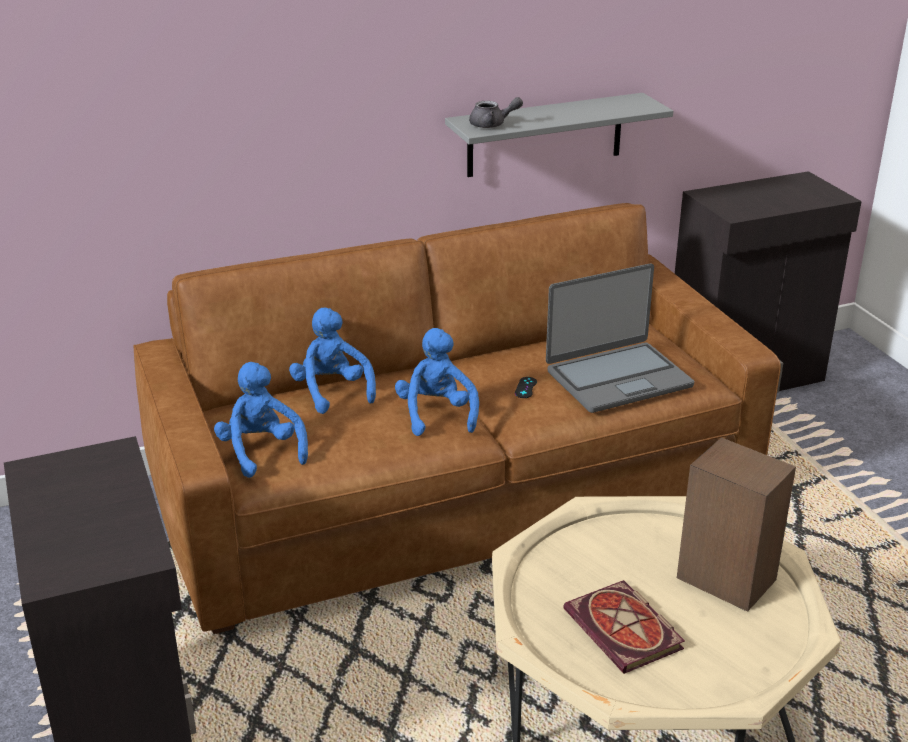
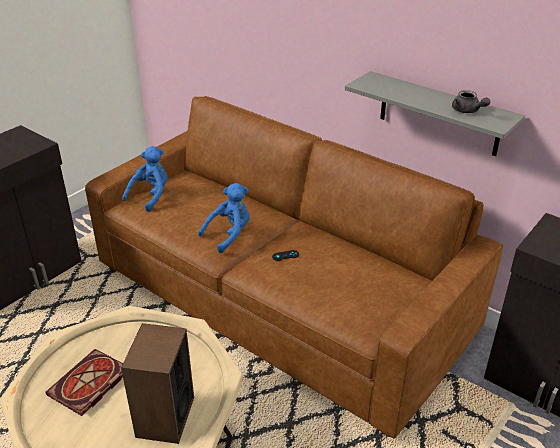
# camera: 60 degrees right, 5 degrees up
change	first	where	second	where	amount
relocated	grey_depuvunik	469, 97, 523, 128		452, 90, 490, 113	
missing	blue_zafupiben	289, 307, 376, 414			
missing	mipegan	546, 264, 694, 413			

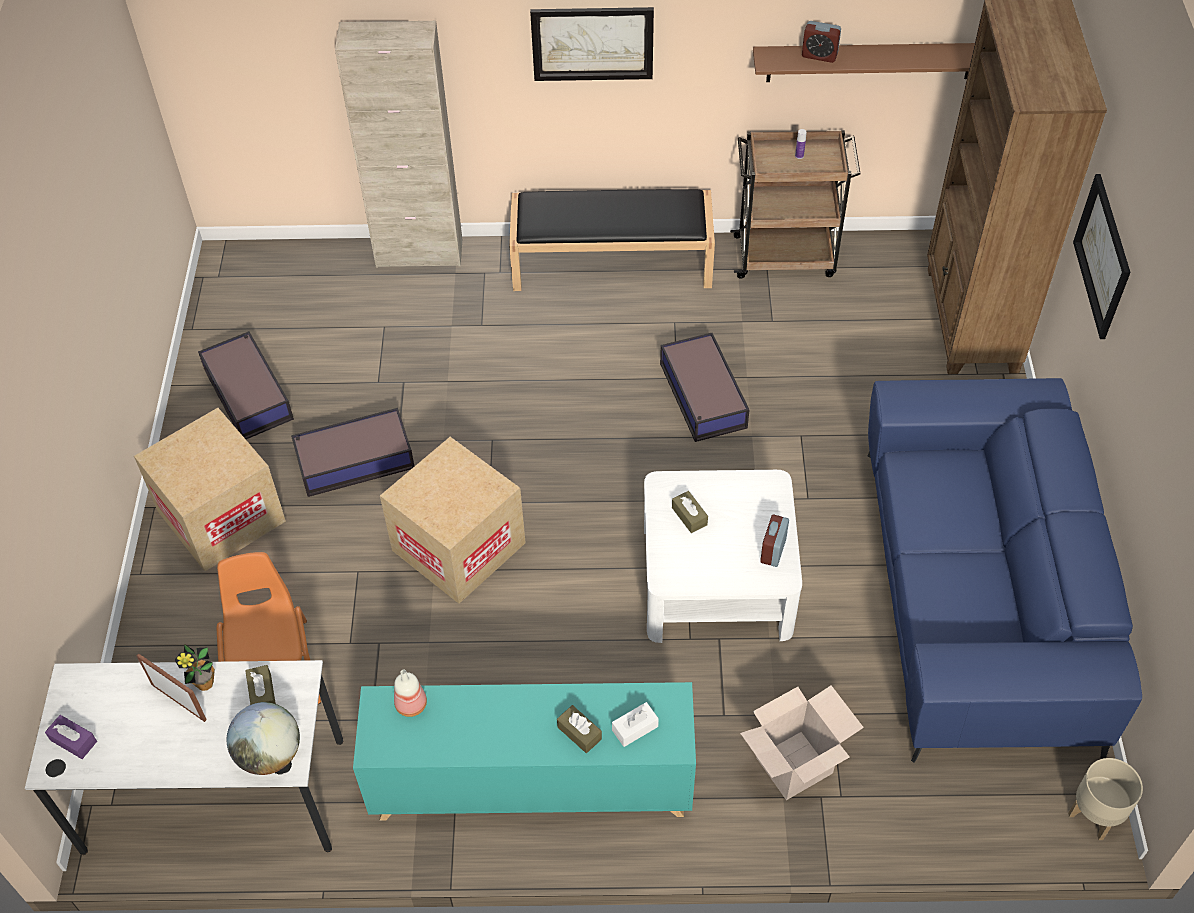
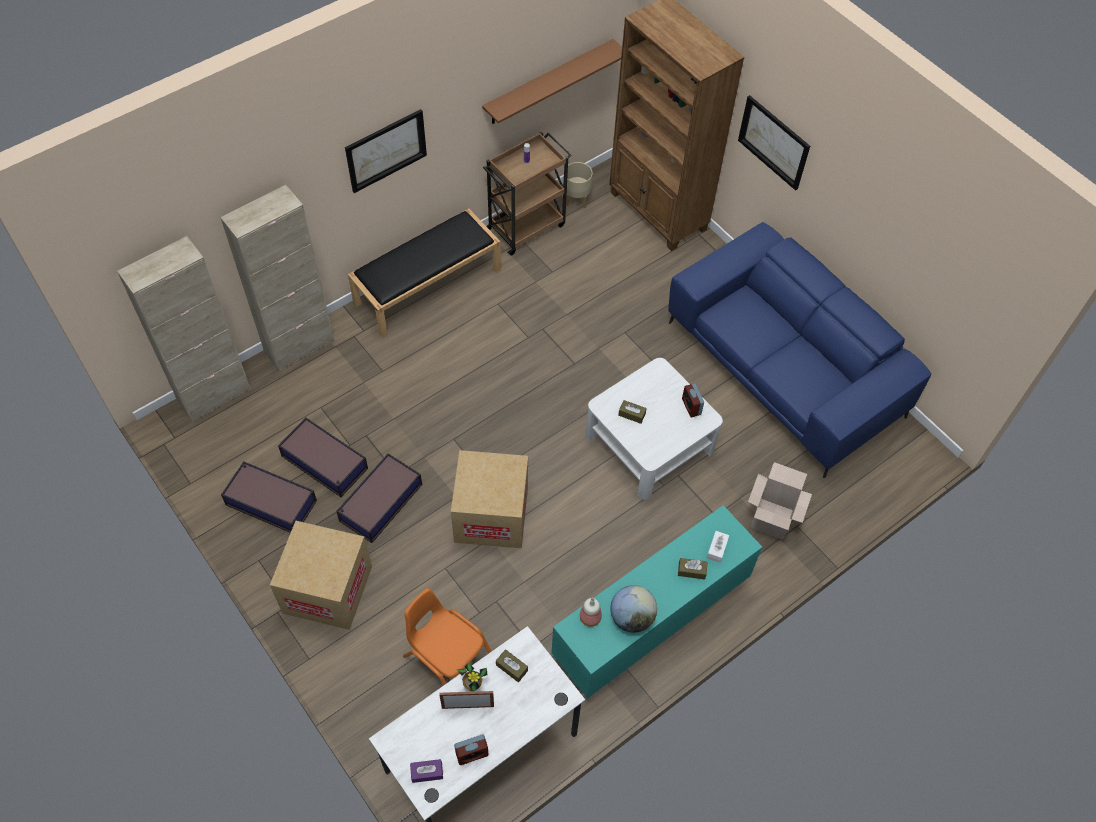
# camera: 40 degrees left, 5 degrees up
change	first	where	second	where	amount
appeared			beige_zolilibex	117, 236, 251, 422	
relocated	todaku	660, 333, 749, 442		278, 418, 368, 497	
relocated	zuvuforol	802, 21, 841, 63		454, 734, 489, 765	
relocated	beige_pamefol	1068, 758, 1143, 840		563, 162, 593, 208	
relocated	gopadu	227, 702, 300, 775		610, 585, 657, 633	

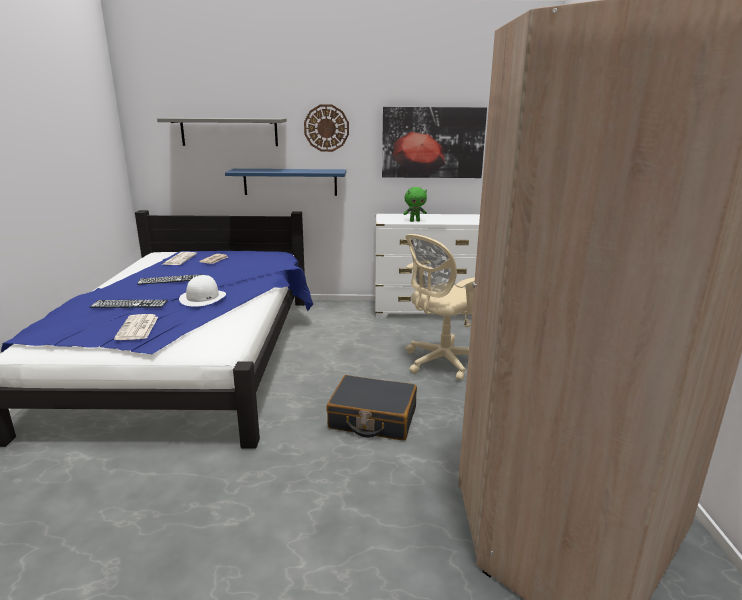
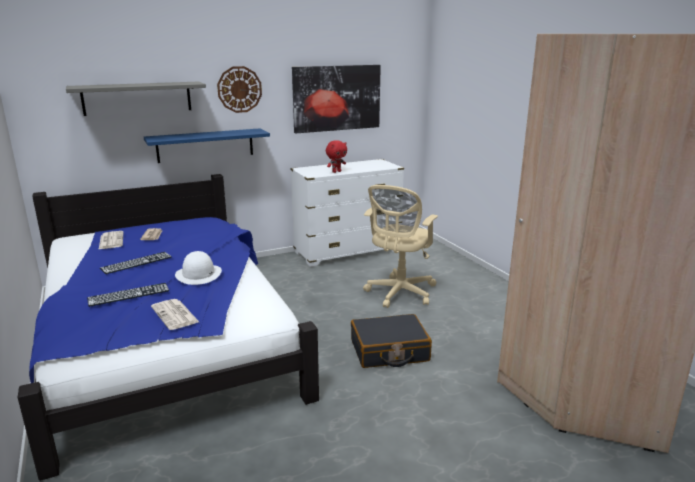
# camera: 25 degrees left, 0 degrees up
change	first	where	second	where	amount
colour	green_zafupiben	403, 187, 427, 222	red_zafupiben	326, 140, 347, 173	

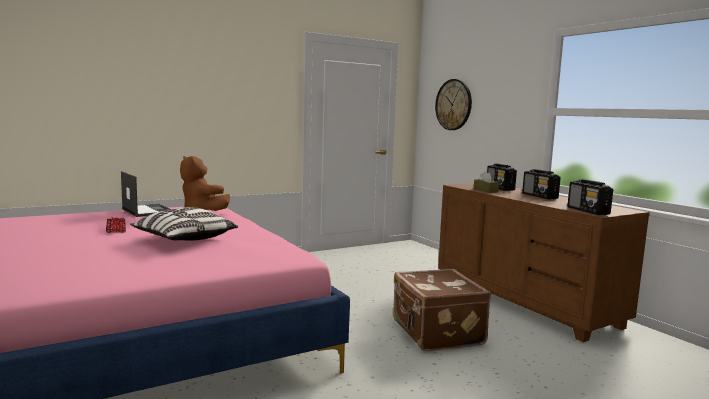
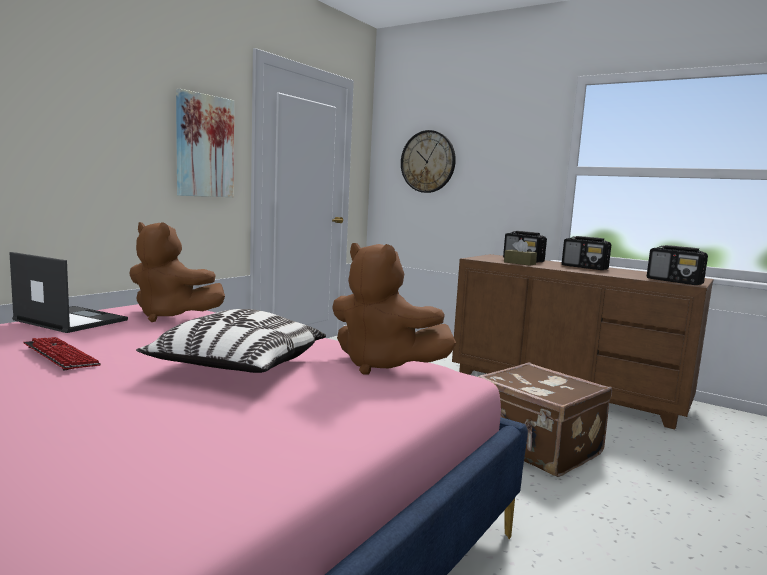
# camera: 25 degrees left, 0 degrees up
change	first	where	second	where	amount
appeared			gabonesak	176, 89, 234, 197	
appeared			brown_zafupiben	332, 243, 456, 375	

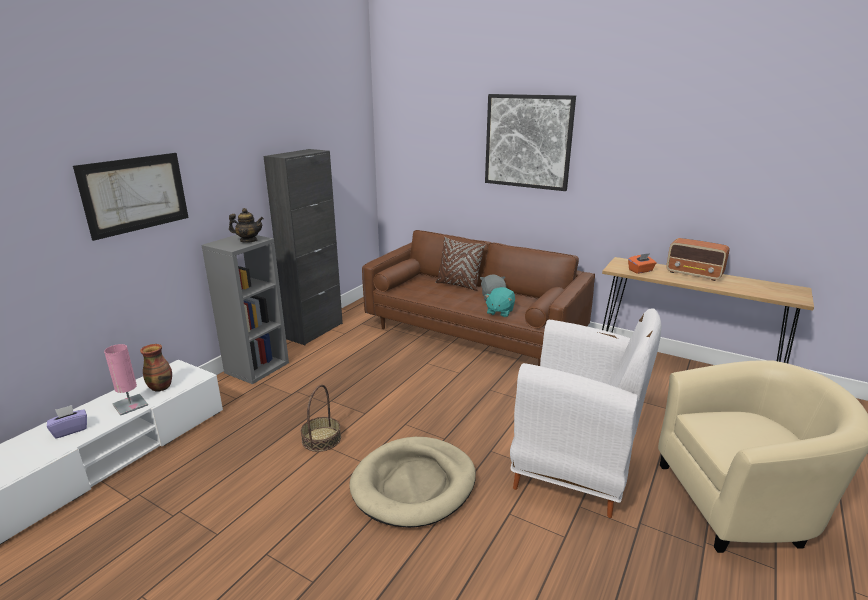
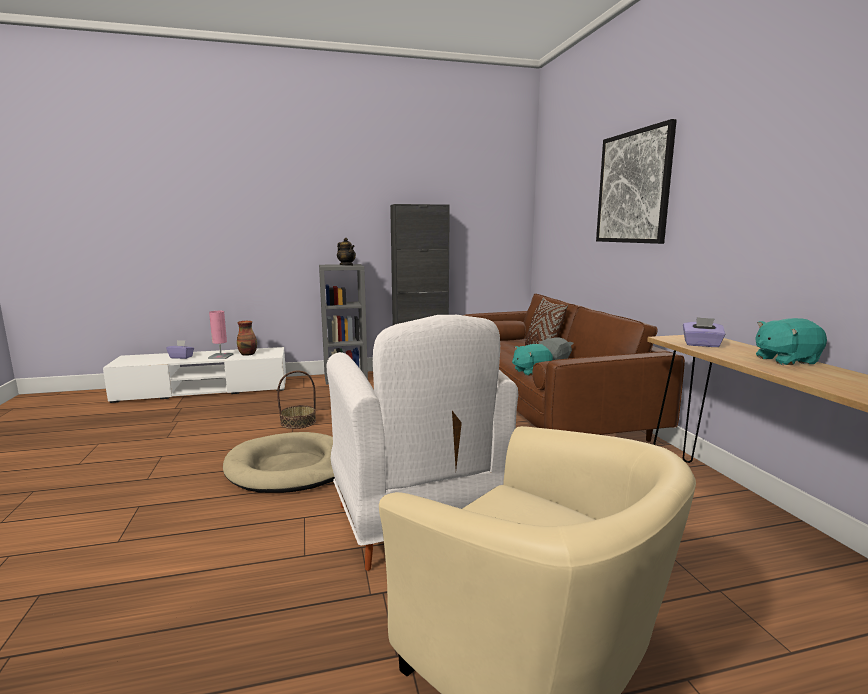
# camera: 45 degrees right, 10 degrees down
change	first	where	second	where	amount
colour	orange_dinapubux	628, 253, 657, 274	purple_dinapubux	683, 317, 725, 347	
exchanged	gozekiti	666, 238, 729, 281	turquoise_zafupiben	756, 318, 827, 365	
missing	gabonesak	73, 153, 188, 241			

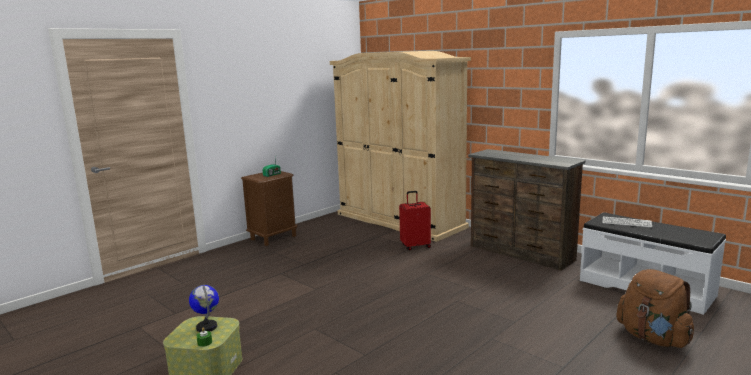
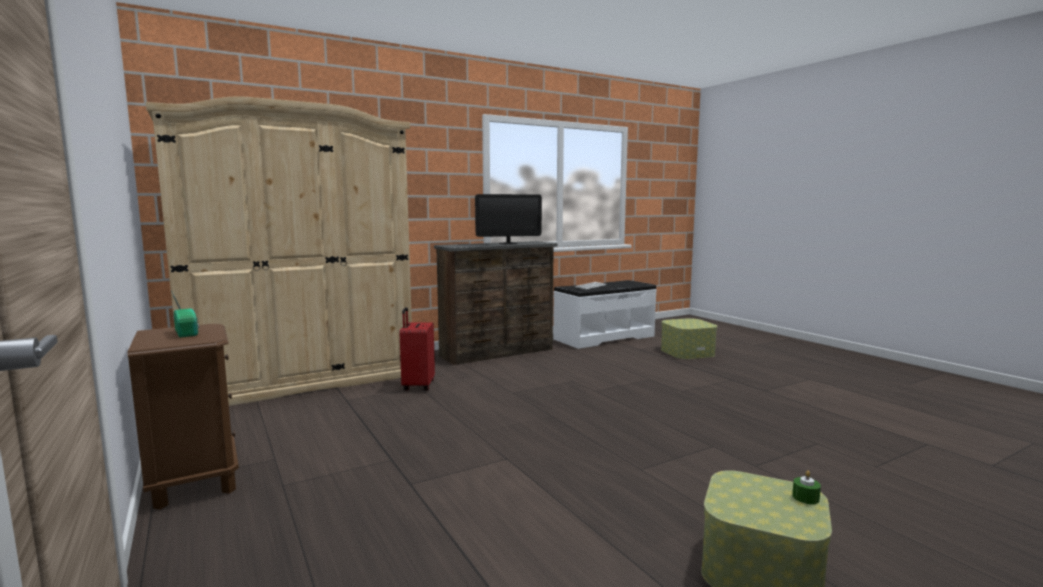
# camera: 75 degrees left, 5 degrees down
change	first	where	second	where	amount
appeared			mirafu	475, 194, 542, 244	
exchanged	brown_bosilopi	616, 269, 694, 348	todaku	661, 318, 717, 359	
missing	gopadu	189, 285, 219, 332			

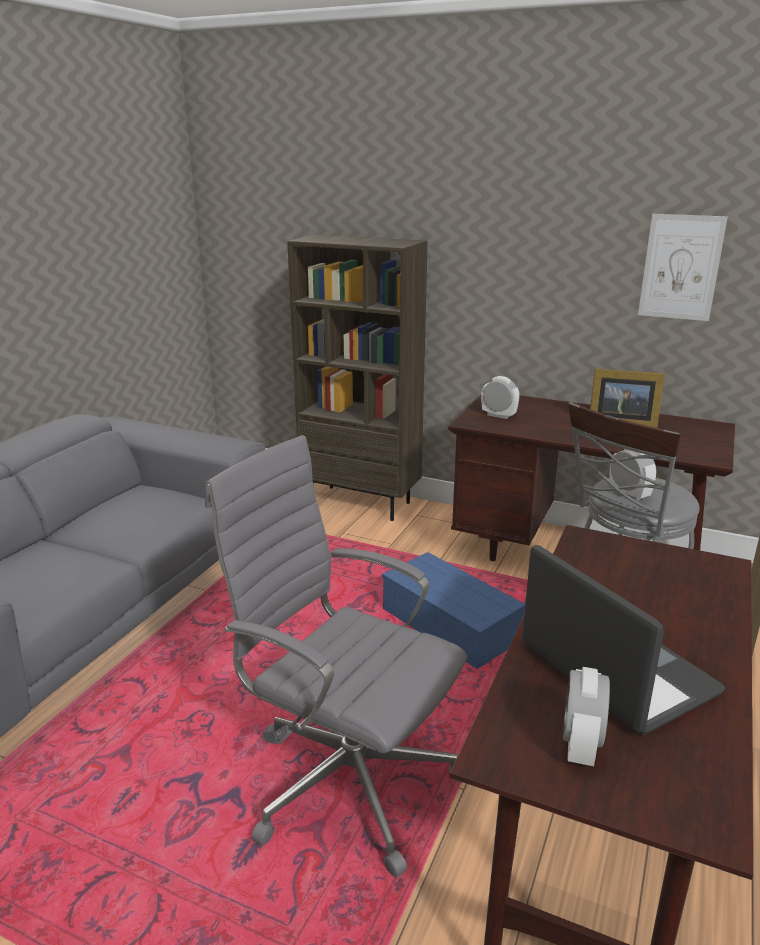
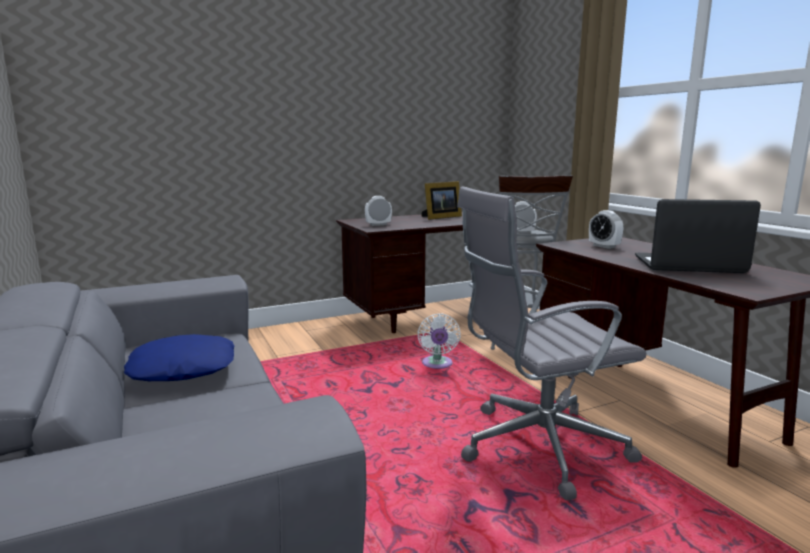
# camera: 50 degrees left, 10 degrees down
change	first	where	second	where	amount
appeared			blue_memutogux	124, 334, 234, 381	
exchanged	blue_todaku	382, 552, 525, 669	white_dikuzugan	417, 313, 461, 369	
relocated	zuvuforol	563, 667, 610, 766		589, 210, 623, 249	
missing	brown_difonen	287, 234, 428, 521			
missing	gabonesak	638, 214, 728, 321			

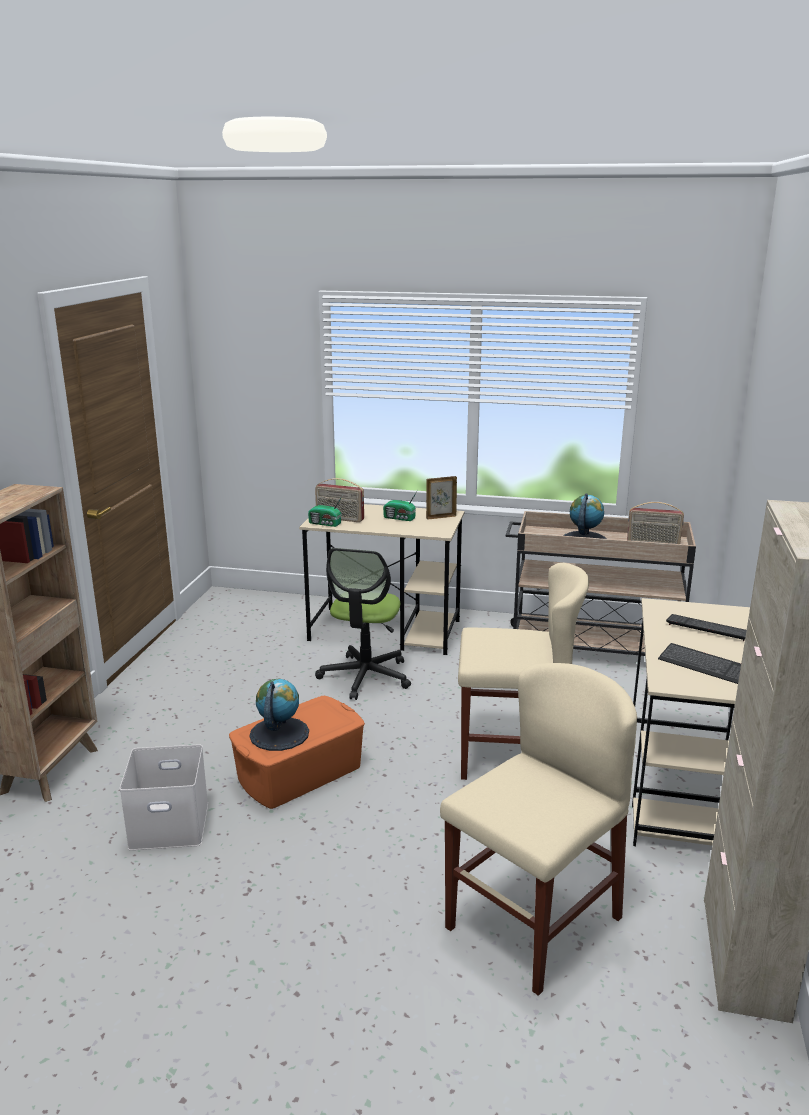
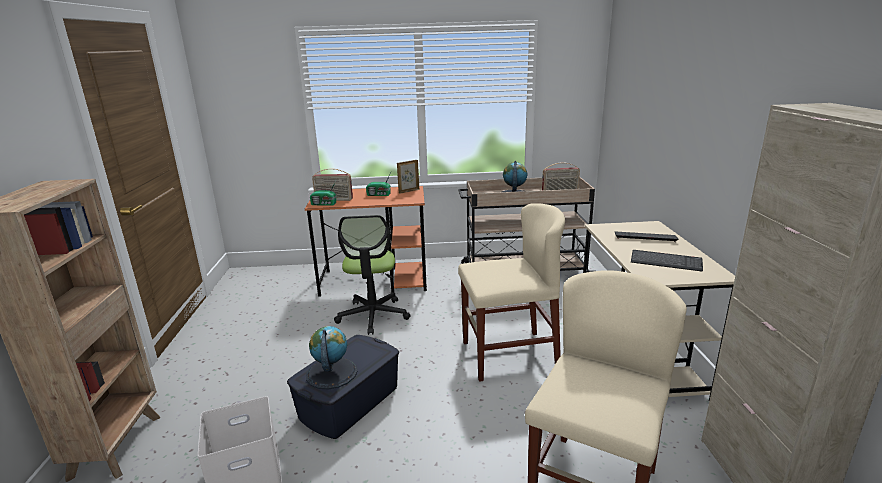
# camera: 15 degrees left, 0 degrees up
change	first	where	second	where	amount
colour	orange_todaku	229, 696, 365, 809	blue_todaku	287, 335, 399, 439	
colour	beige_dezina	299, 504, 465, 655	orange_dezina	305, 186, 427, 297	

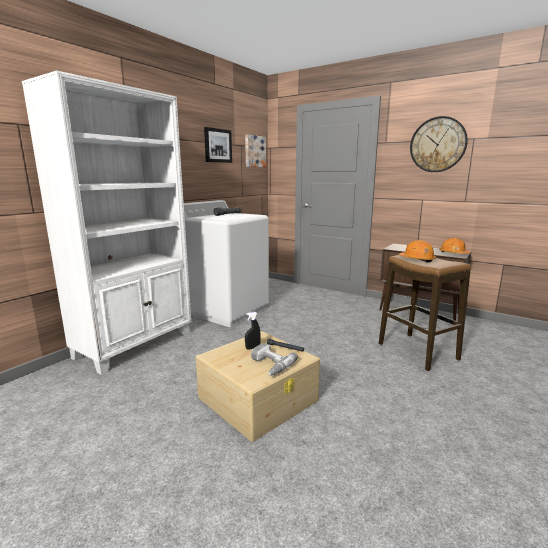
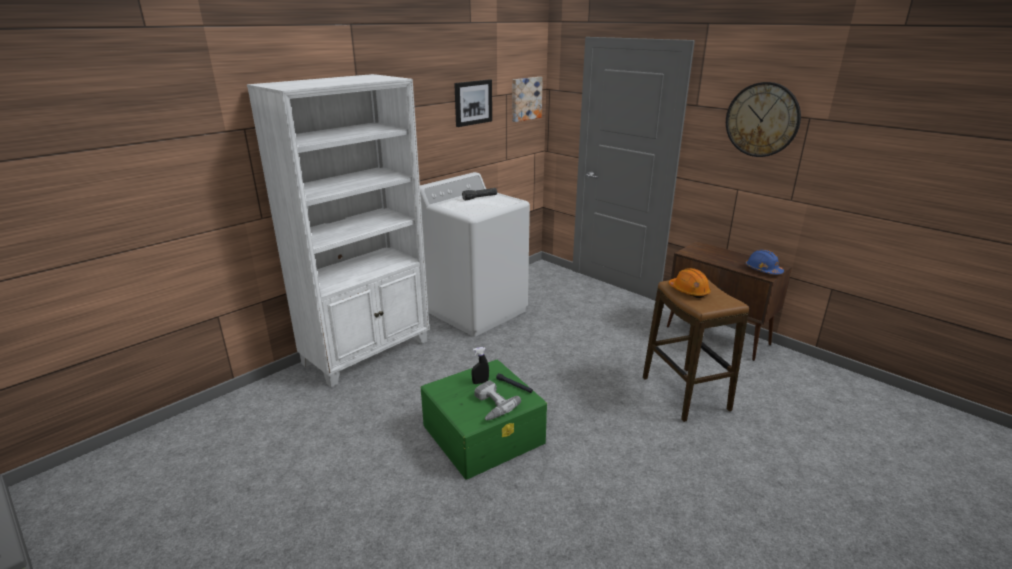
# camera: 10 degrees right, 10 degrees up
change	first	where	second	where	amount
colour	beige_todaku	196, 331, 320, 442	green_todaku	421, 360, 547, 480	
colour	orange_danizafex	439, 238, 470, 254	blue_danizafex	745, 250, 784, 275	

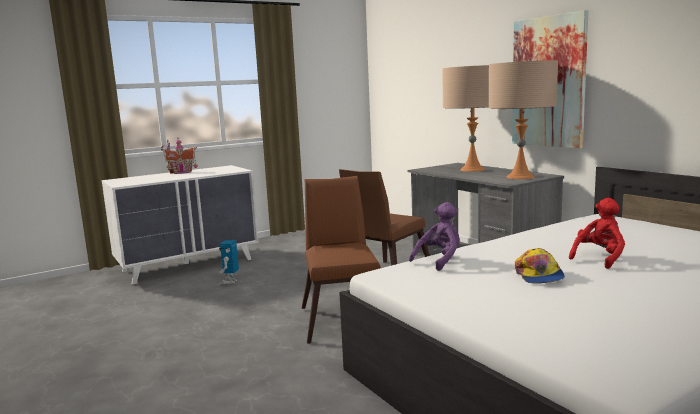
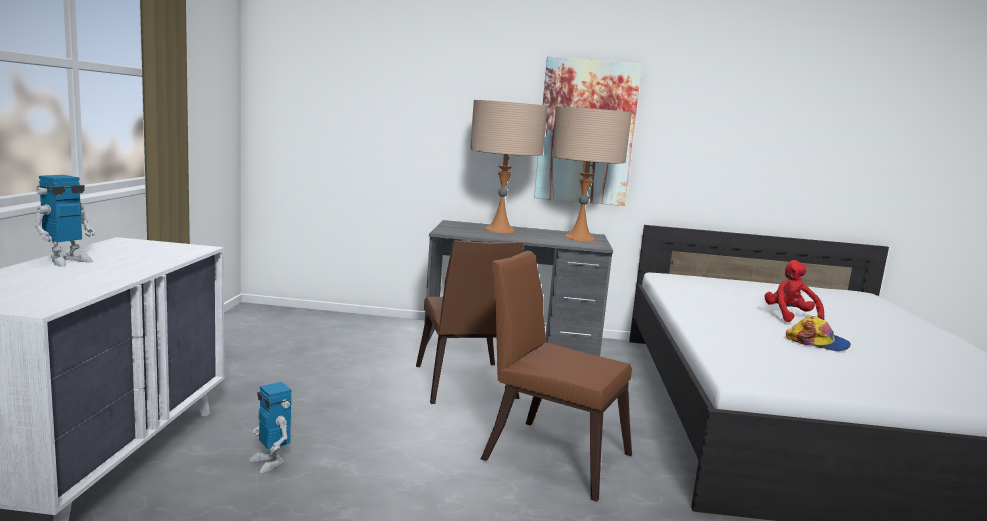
# camera: 55 degrees left, 0 degrees up
change	first	where	second	where	amount
exchanged	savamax	161, 138, 197, 174	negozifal	33, 175, 95, 267	
missing	purple_zafupiben	409, 202, 460, 271			

